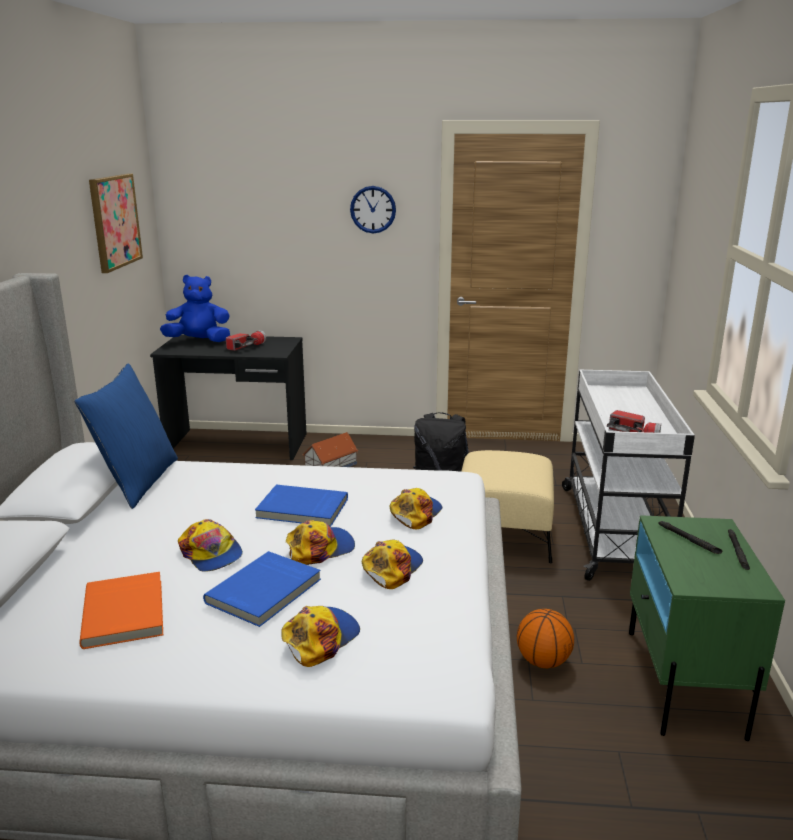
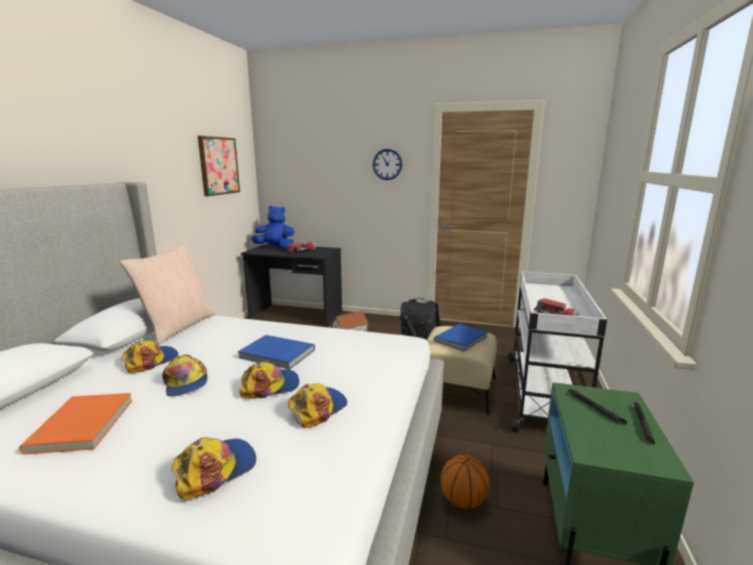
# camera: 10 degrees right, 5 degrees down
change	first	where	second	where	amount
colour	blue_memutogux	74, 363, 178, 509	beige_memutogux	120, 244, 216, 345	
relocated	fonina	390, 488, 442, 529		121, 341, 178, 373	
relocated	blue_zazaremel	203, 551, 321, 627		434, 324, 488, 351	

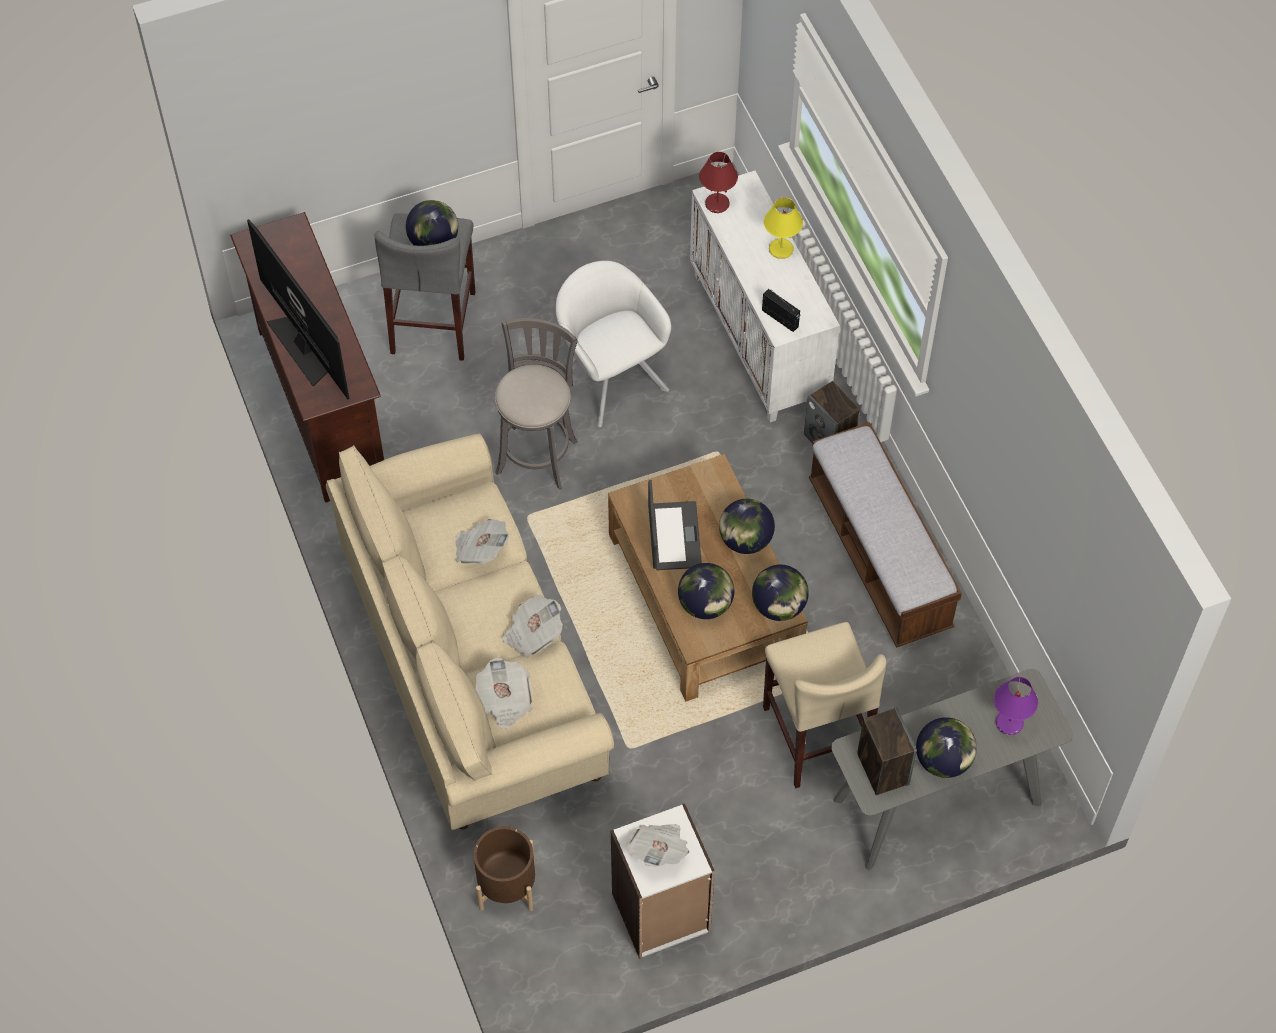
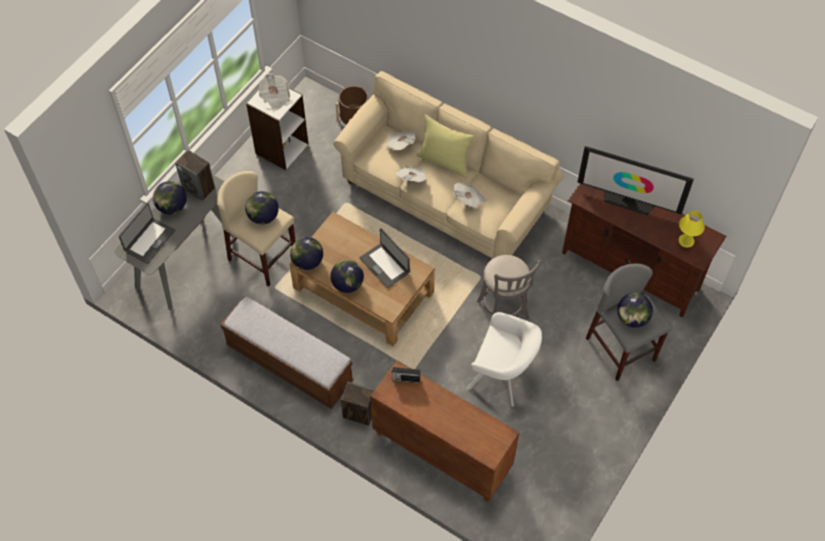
# camera: 145 degrees right, 0 degrees up
change	first	where	second	where	amount
exchanged	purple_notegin	994, 677, 1038, 735	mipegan	119, 203, 175, 264	
relocated	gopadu	678, 563, 734, 619		245, 191, 279, 224	
colour	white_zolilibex	690, 171, 840, 422	brown_zolilibex	370, 360, 520, 502	
appeared			yellow_memutogux	417, 115, 475, 178	
relocated	yellow_notegin	764, 198, 803, 259		679, 211, 705, 248	
missing	red_notegin	699, 152, 738, 213			

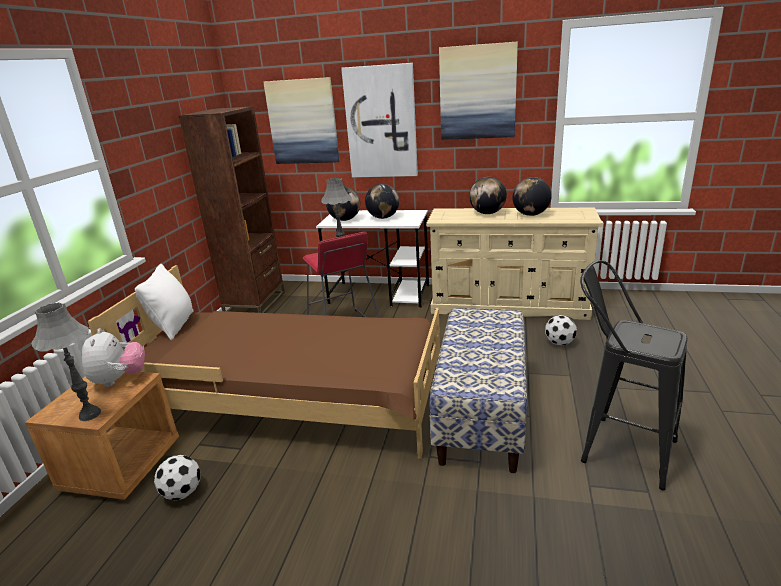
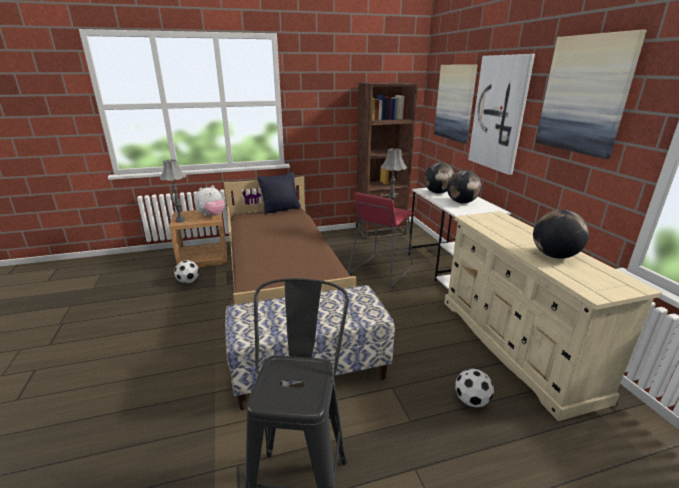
# camera: 60 degrees right, 0 degrees up
change	first	where	second	where	amount
colour	white_memutogux	135, 264, 193, 340	black_memutogux	258, 172, 301, 214	
missing	gopadu	469, 177, 507, 214			

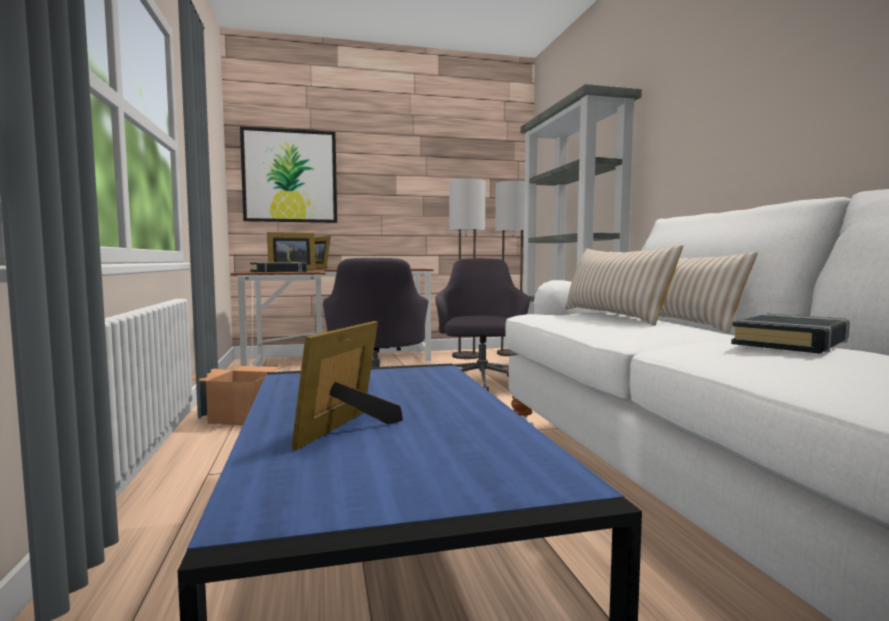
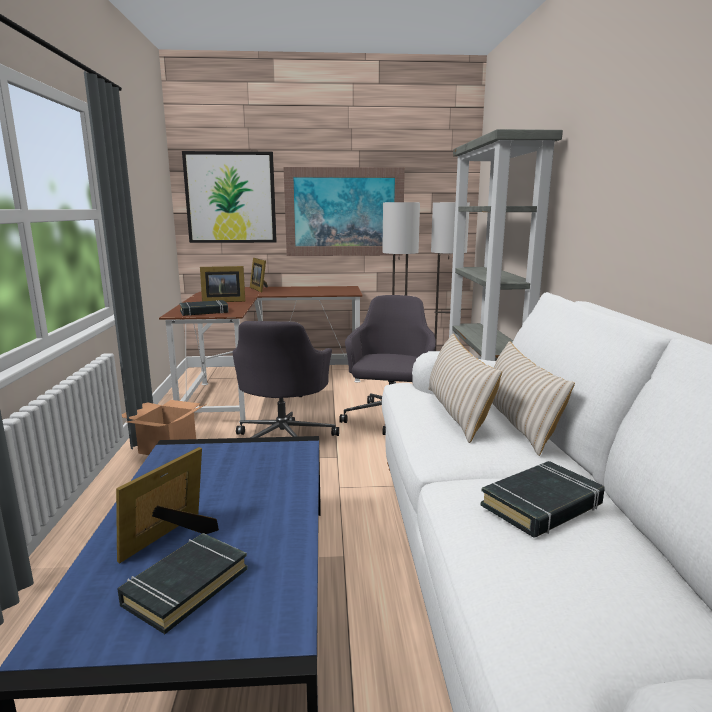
# camera: 10 degrees right, 10 degrees up
change	first	where	second	where	amount
appeared			black_zazaremel	117, 533, 248, 634	
appeared			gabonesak	284, 167, 405, 256	

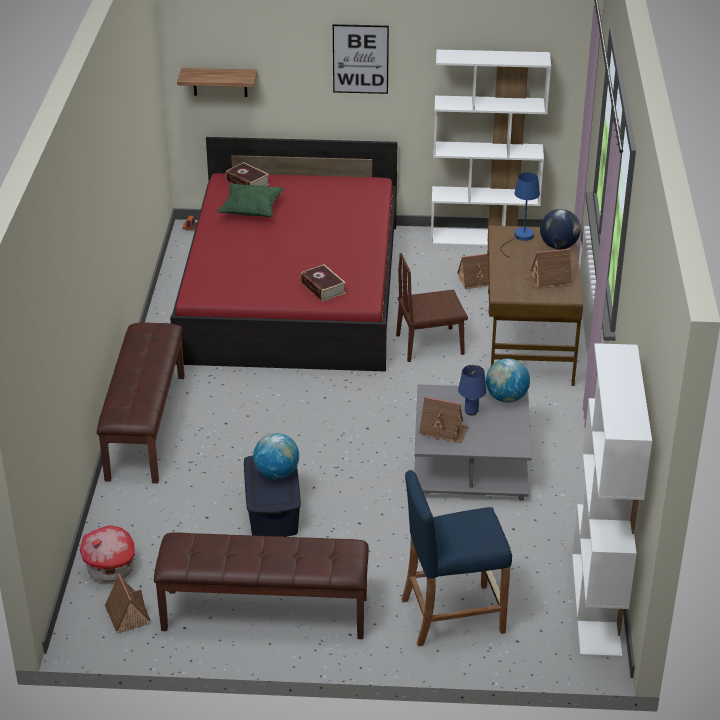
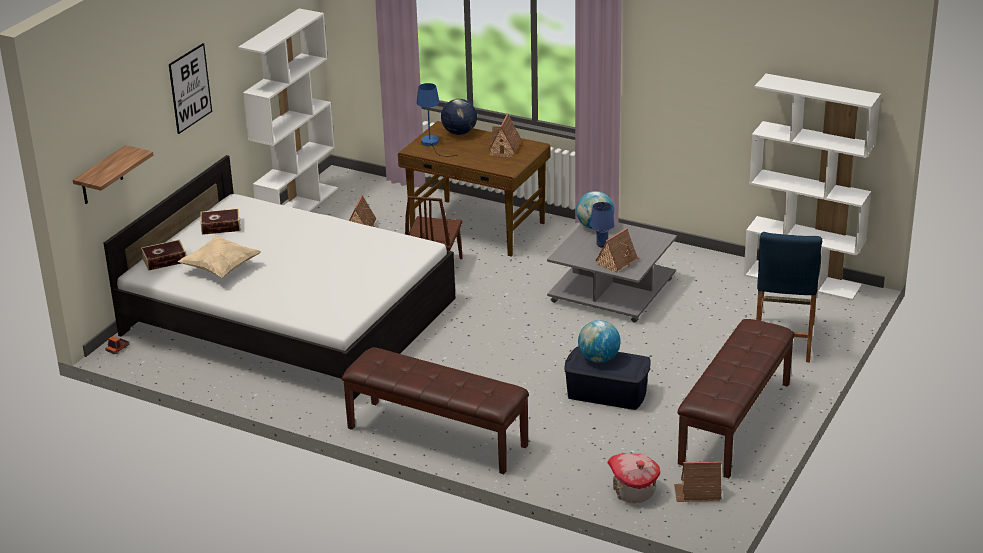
# camera: 65 degrees left, 5 degrees down
change	first	where	second	where	amount
colour	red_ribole	170, 137, 397, 372	white_ribole	104, 155, 456, 399	
colour	green_memutogux	217, 184, 284, 217	beige_memutogux	178, 236, 261, 278	
relocated	zazaremel	301, 264, 346, 302		200, 208, 241, 235	

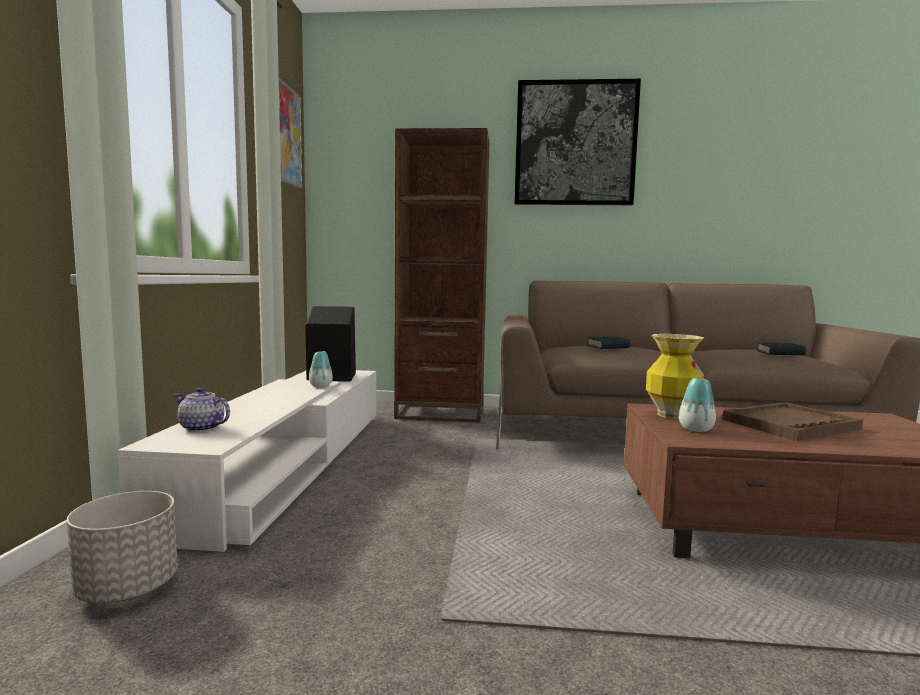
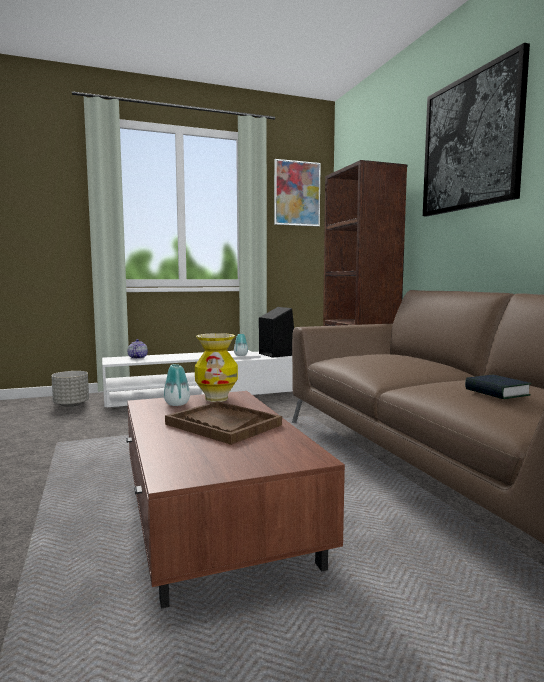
# camera: 65 degrees right, 0 degrees up
change	first	where	second	where	amount
missing	zazaremel	587, 337, 630, 349			

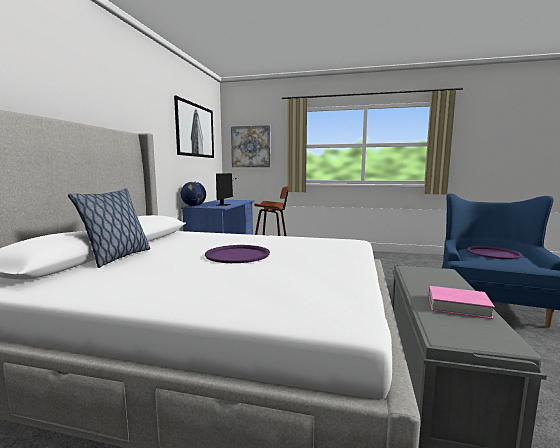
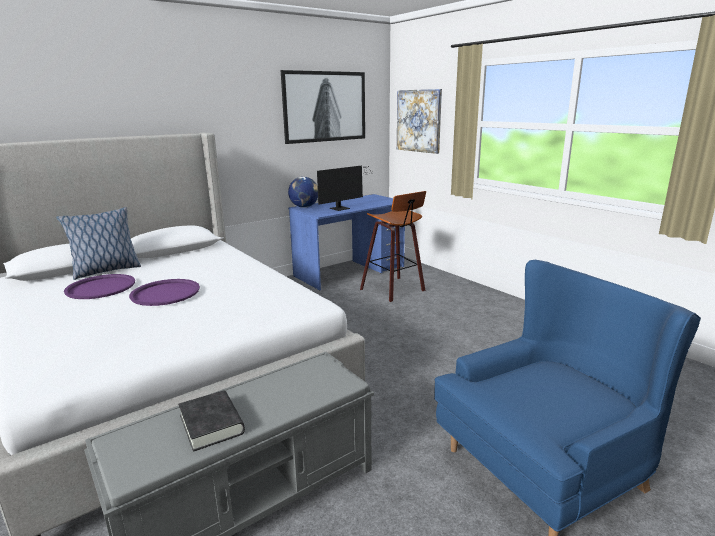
# camera: 40 degrees right, 10 degrees up
change	first	where	second	where	amount
relocated	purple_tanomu	467, 246, 523, 259		64, 274, 135, 299	
colour	pink_zazaremel	429, 286, 495, 319	black_zazaremel	178, 391, 245, 452	

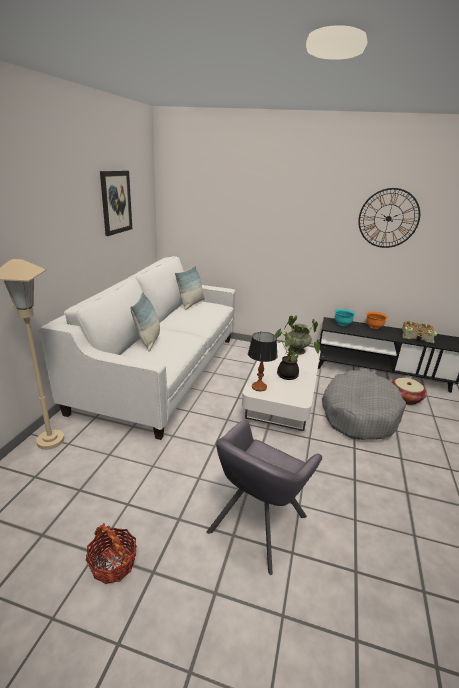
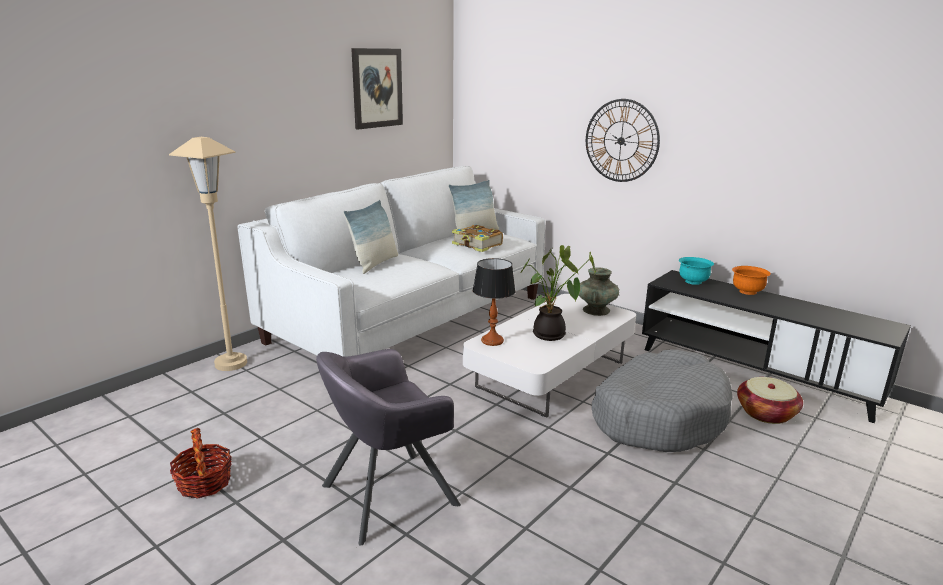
# camera: 25 degrees right, 5 degrees down
change	first	where	second	where	amount
relocated	zazaremel	402, 321, 437, 343		452, 225, 503, 252	
relocated	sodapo	358, 188, 420, 248		586, 99, 660, 182	

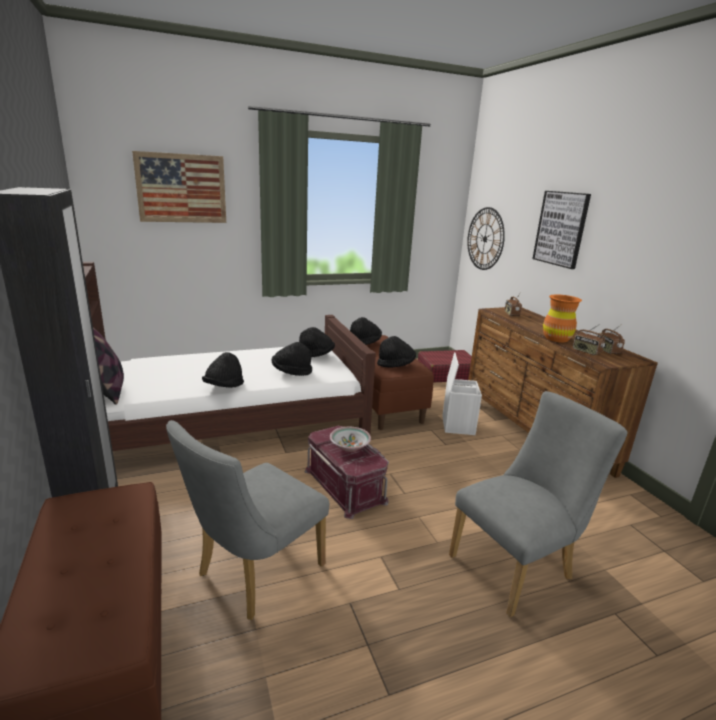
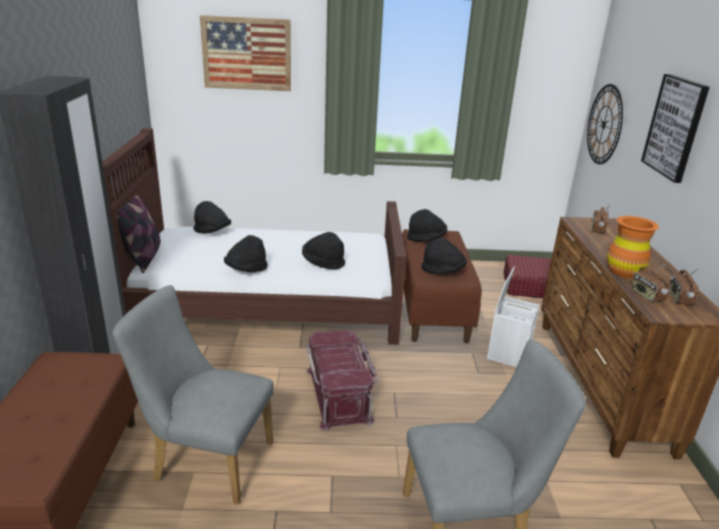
# camera: 20 degrees right, 5 degrees up
change	first	where	second	where	amount
spun	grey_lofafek	166, 420, 329, 620		113, 285, 274, 505	45 degrees clockwise
relocated	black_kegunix	299, 327, 335, 357		193, 201, 231, 234	
missing	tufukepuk	330, 426, 371, 452			

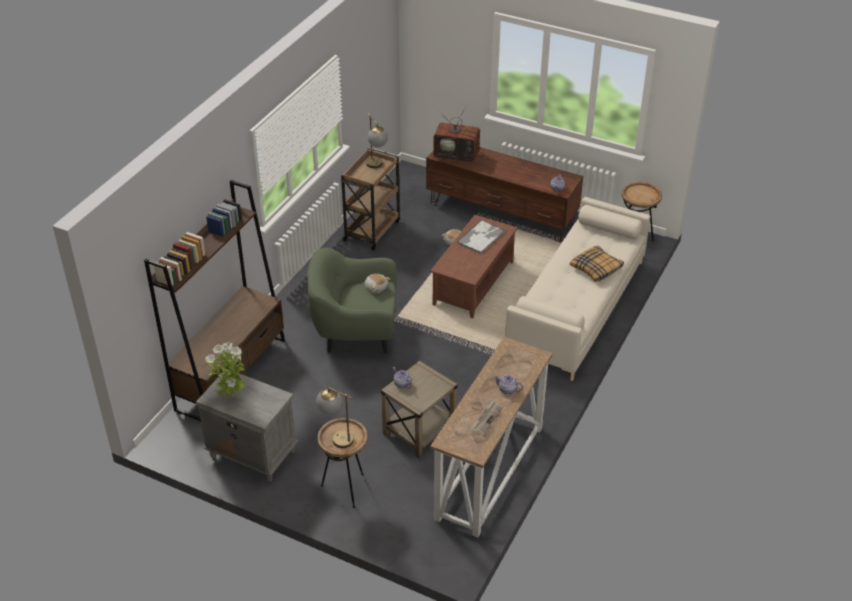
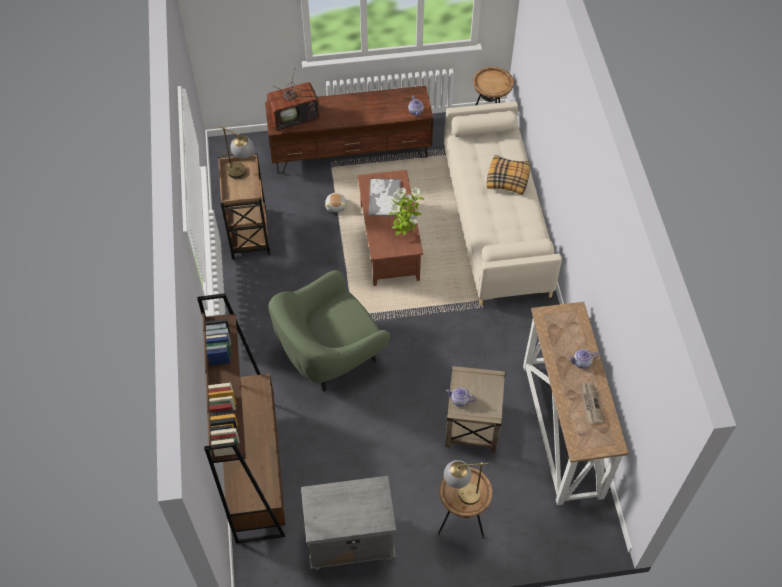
# camera: 35 degrees left, 15 degrees up
change	first	where	second	where	amount
relocated	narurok	205, 342, 246, 399		388, 187, 424, 236	
missing	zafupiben	365, 273, 391, 293			

